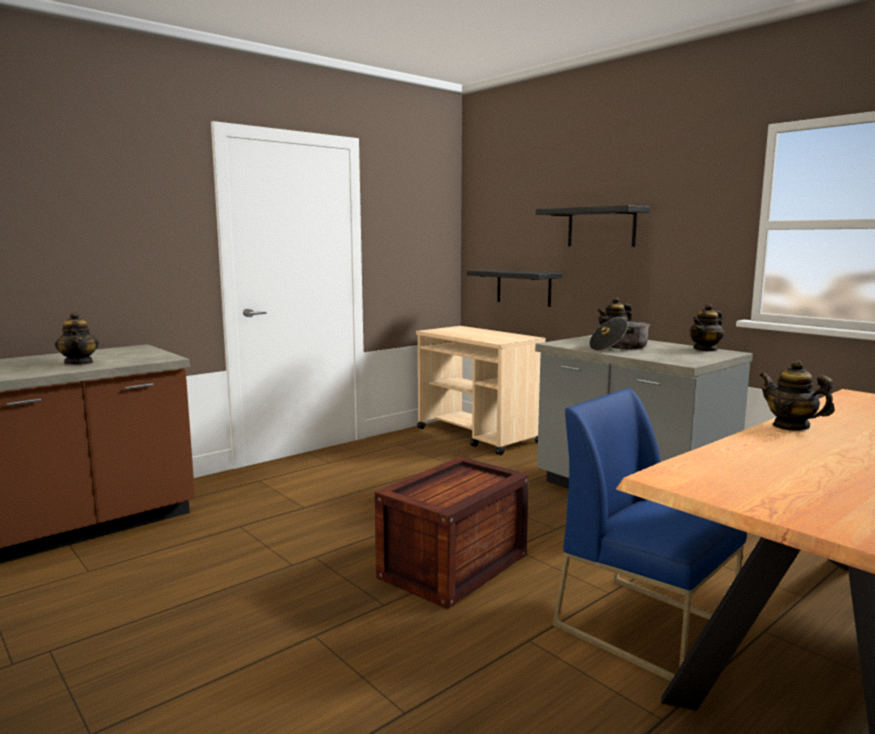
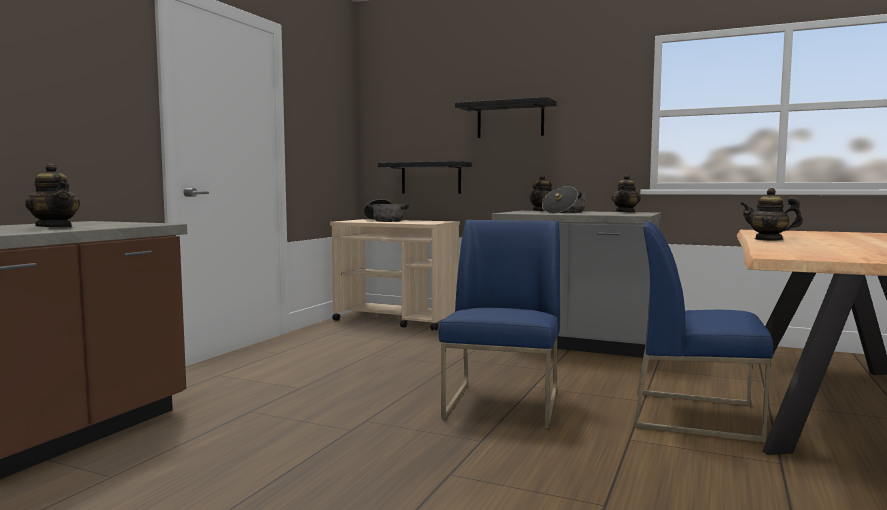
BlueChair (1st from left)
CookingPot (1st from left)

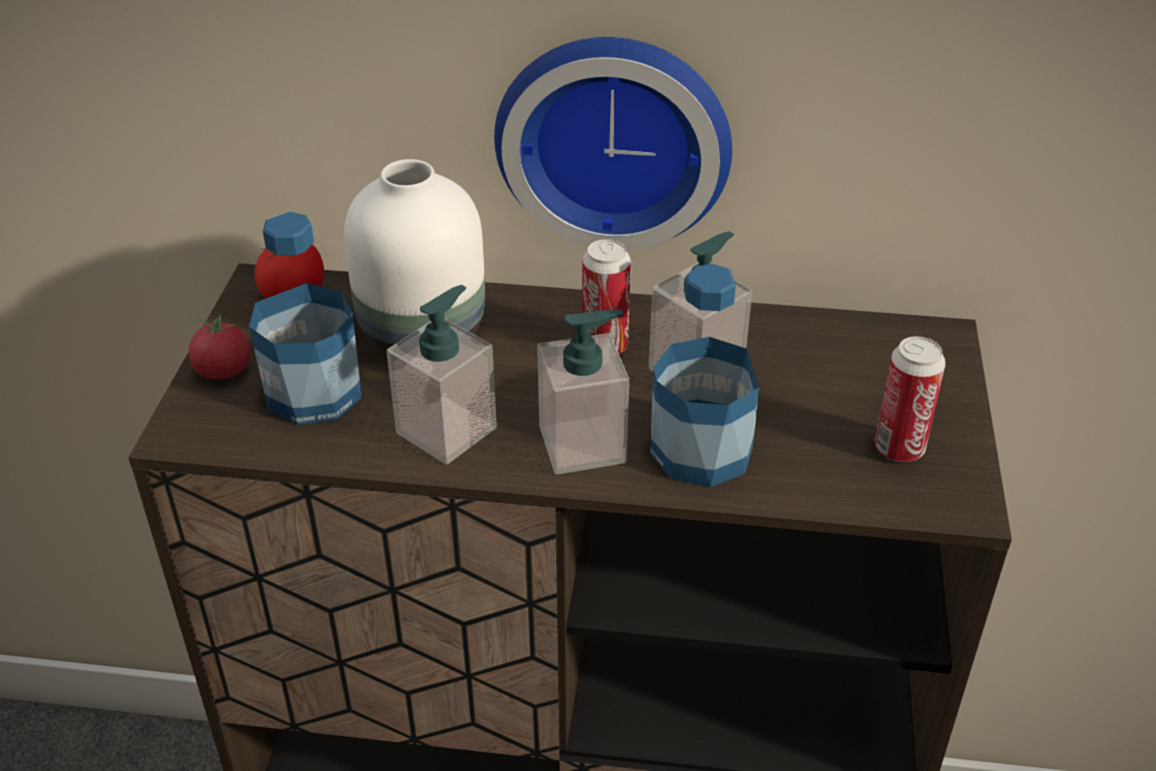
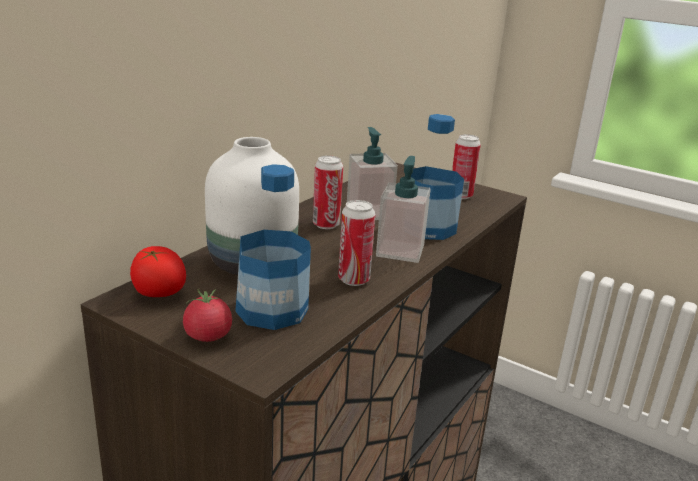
WallClock
Can (2nd from left)

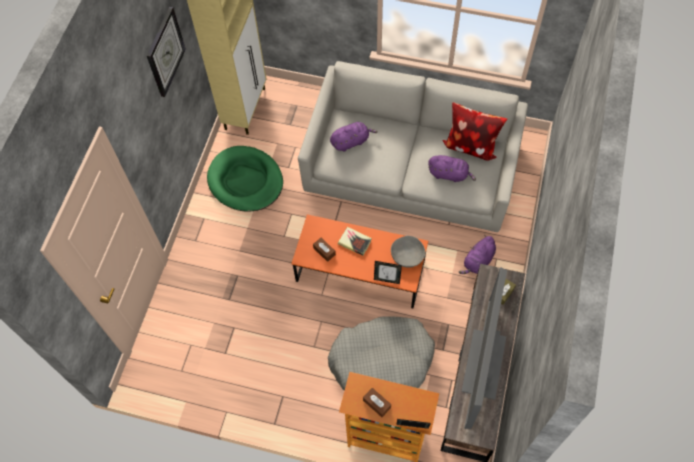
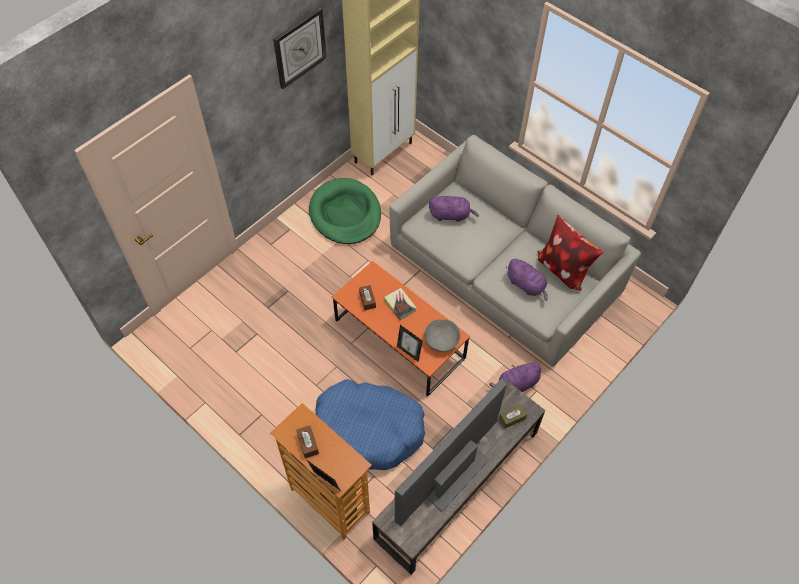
BlueDogBed

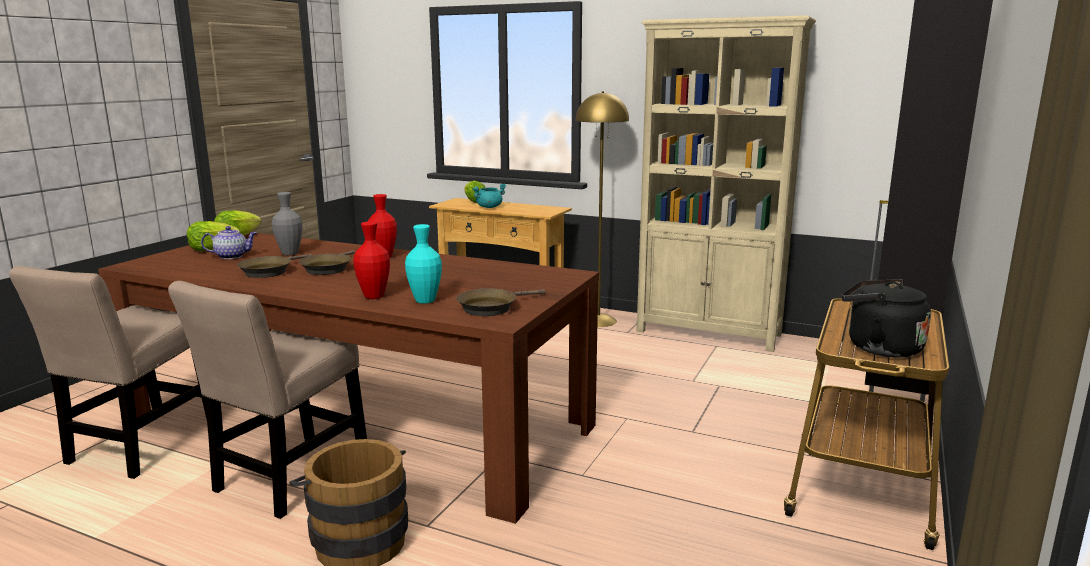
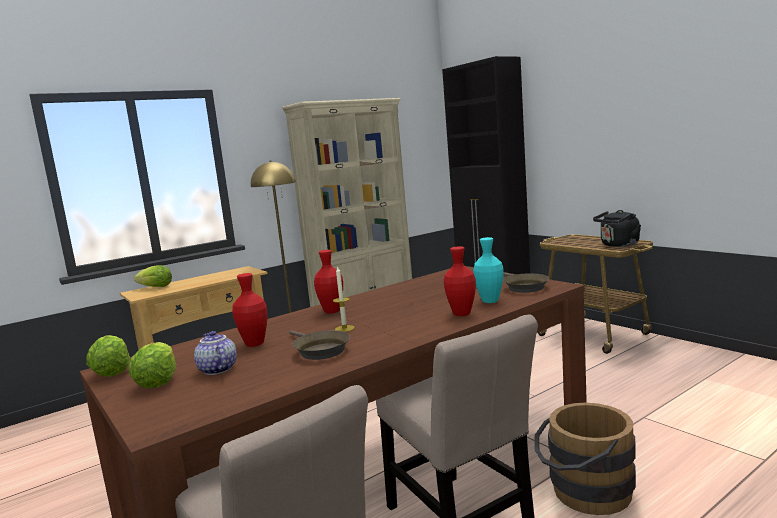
TurquoiseCookingPot
RedVase (1st from left)
Teapot
Candle

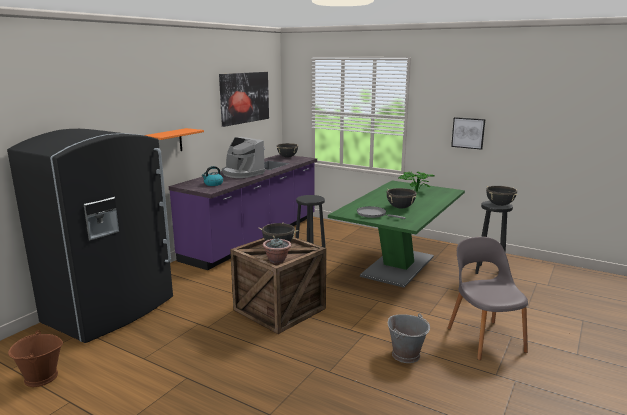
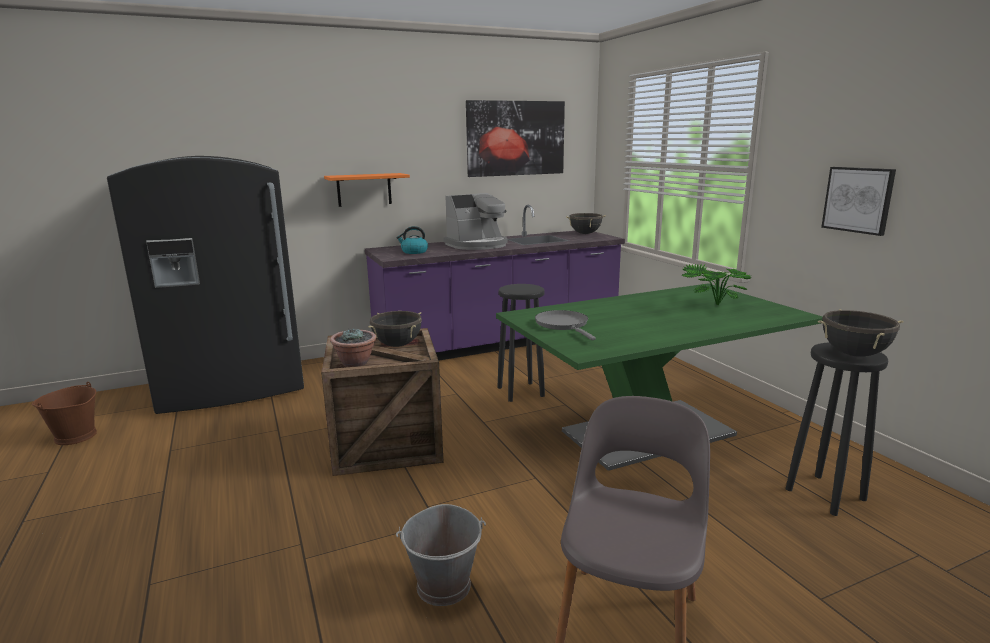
CoffeeMachine
BlackCookingPot (3rd from left in the first image)

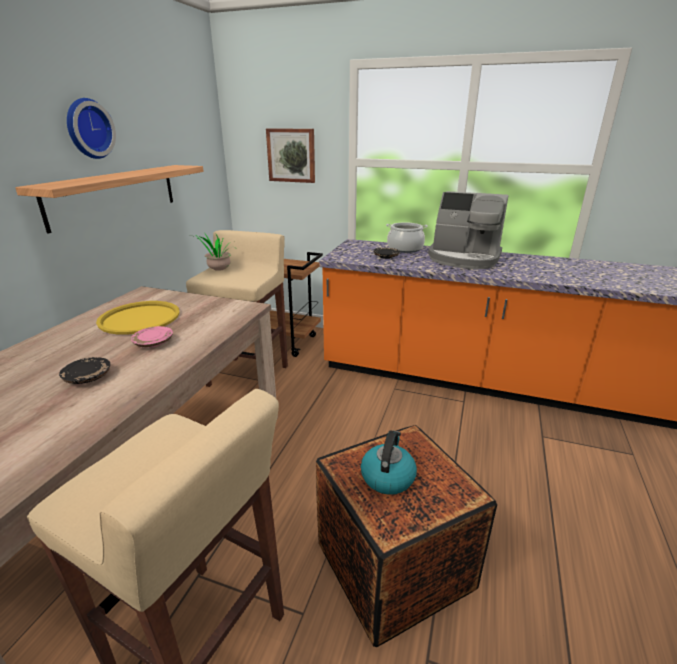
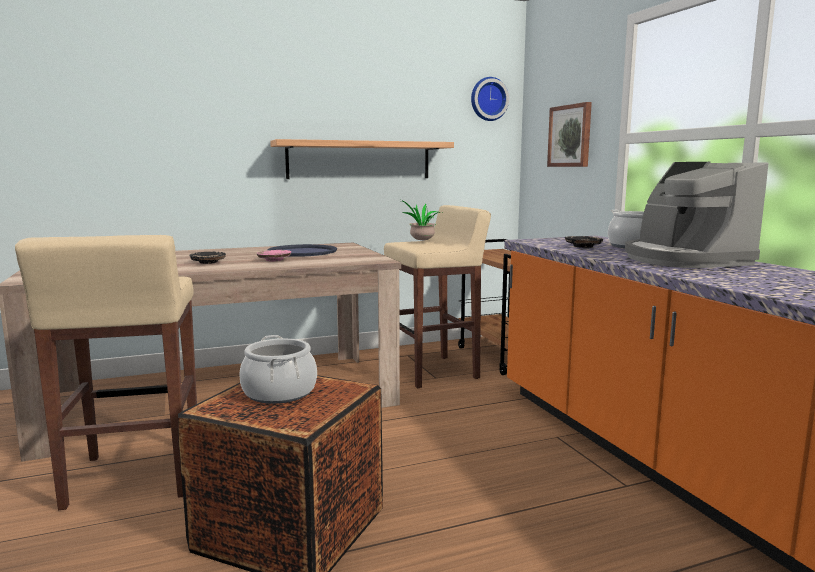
WallClock
BlueTray
CookingPot (1st from left)

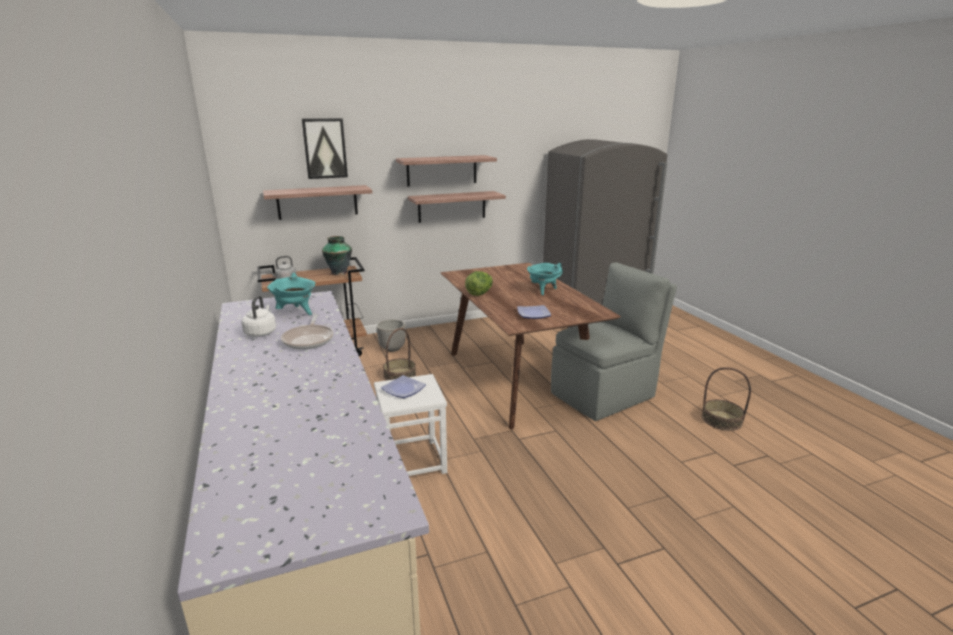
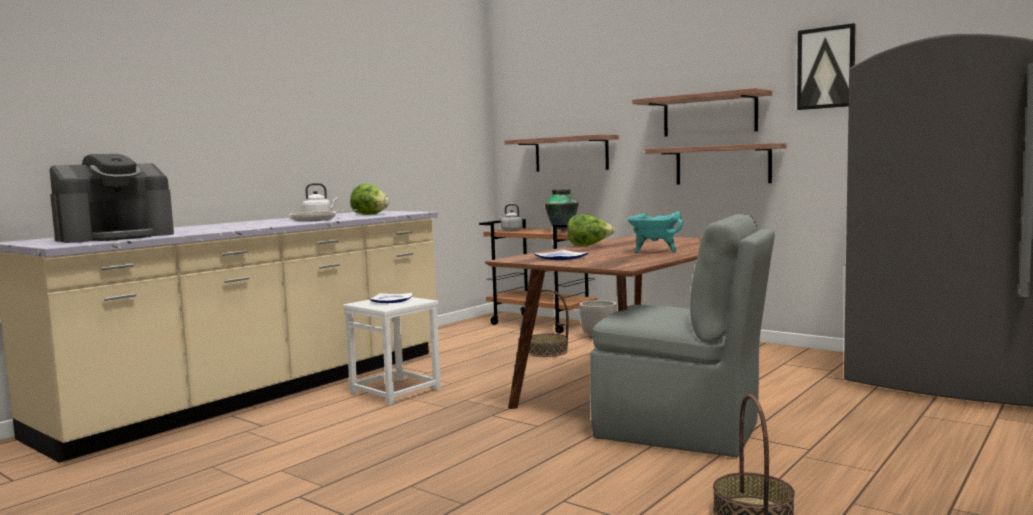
Picture
Lettuce (1st from left)
CoffeeMachine

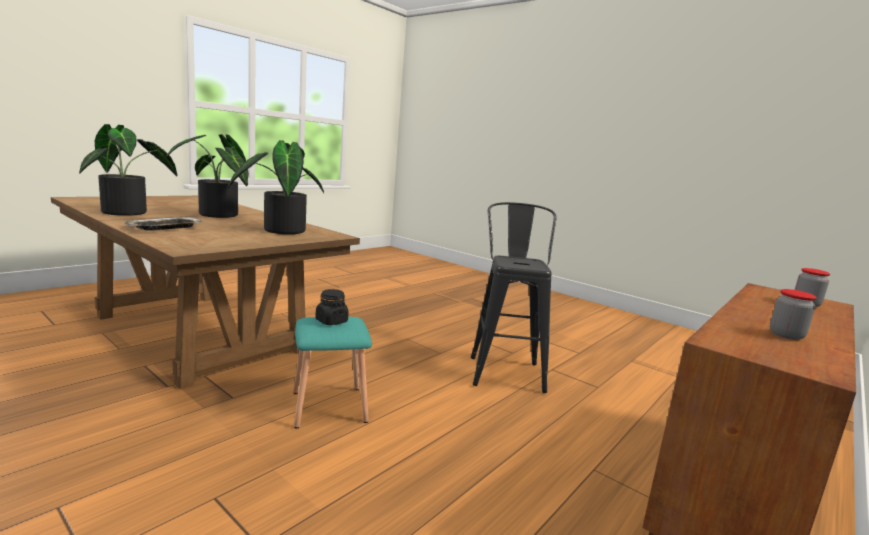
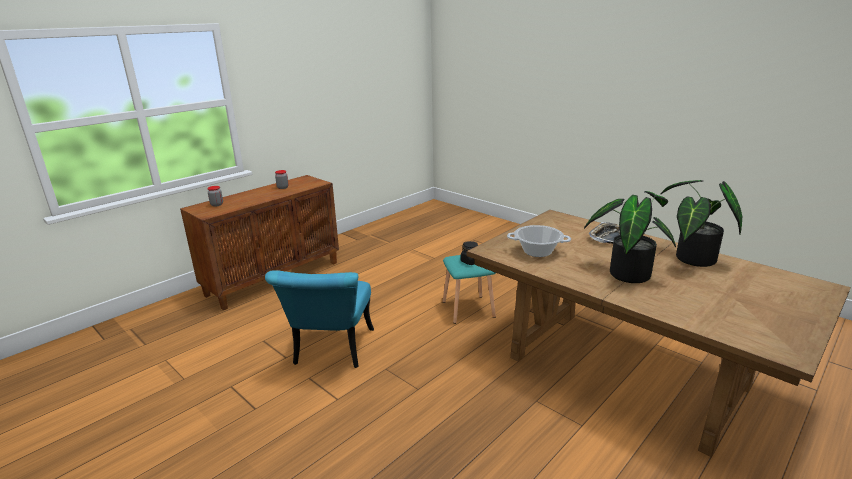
CookingPot
TurquoiseChair

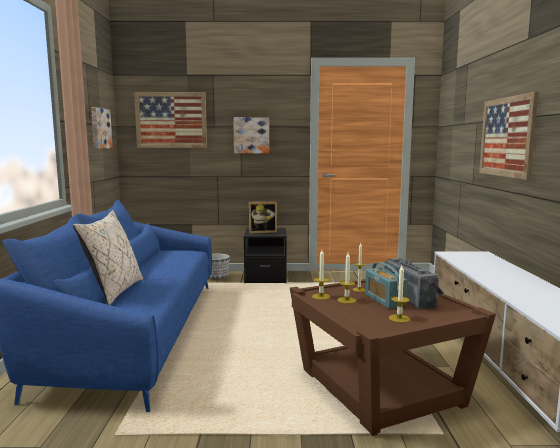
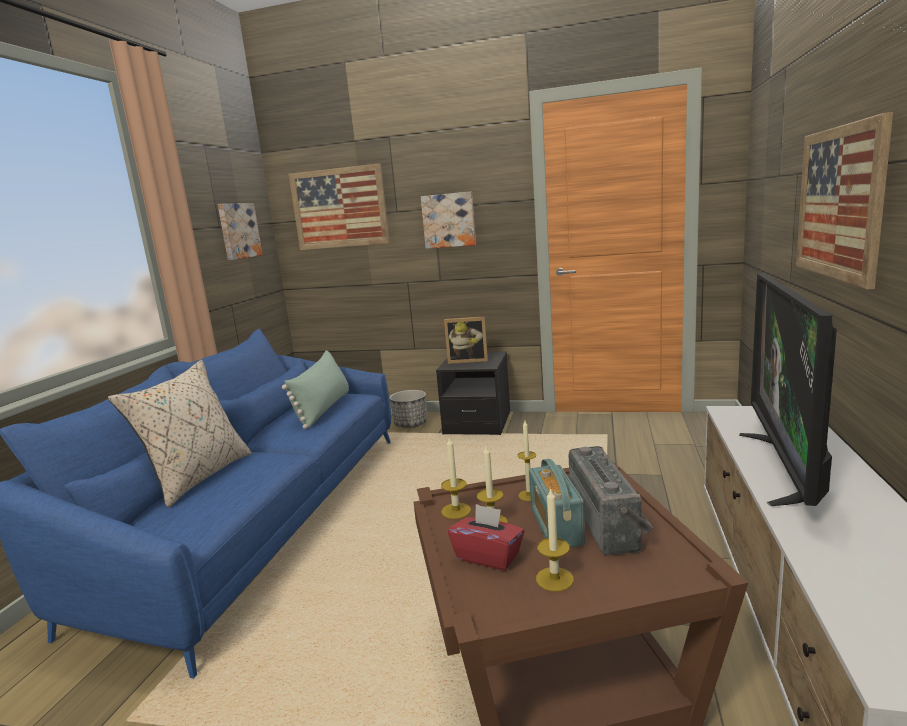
Television
GreenPillow
RedTissueBox

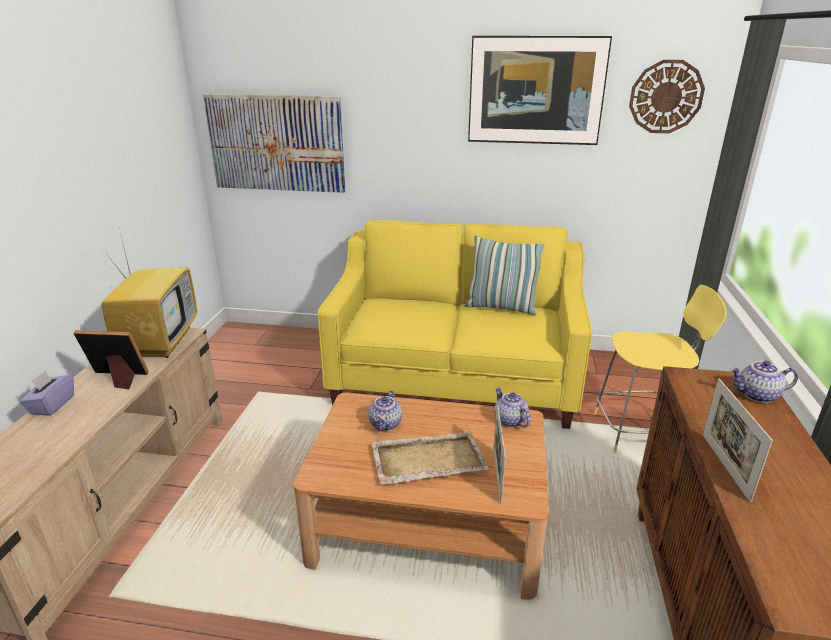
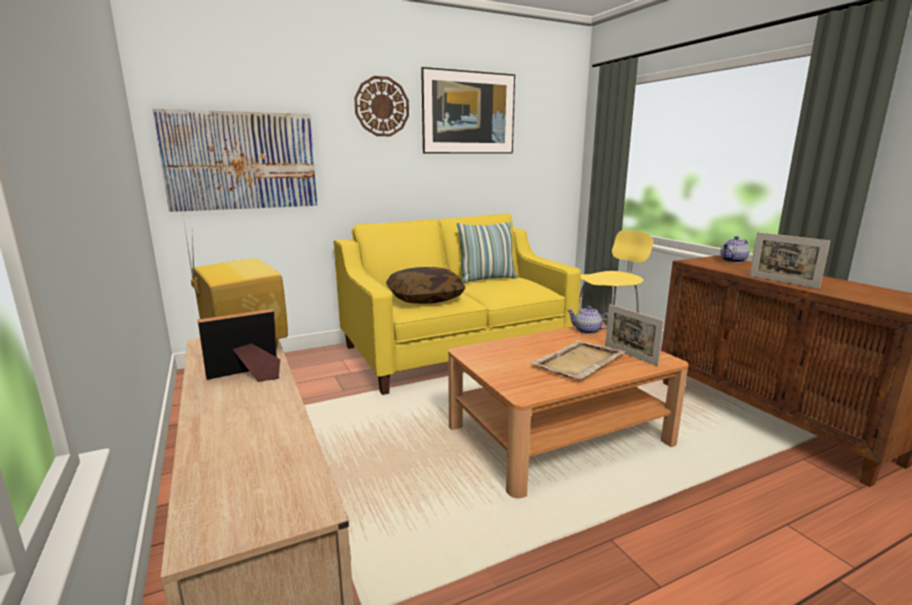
WallClock
PurpleTissueBox
Teapot (1st from left in the first image)
Pillow (1st from left)

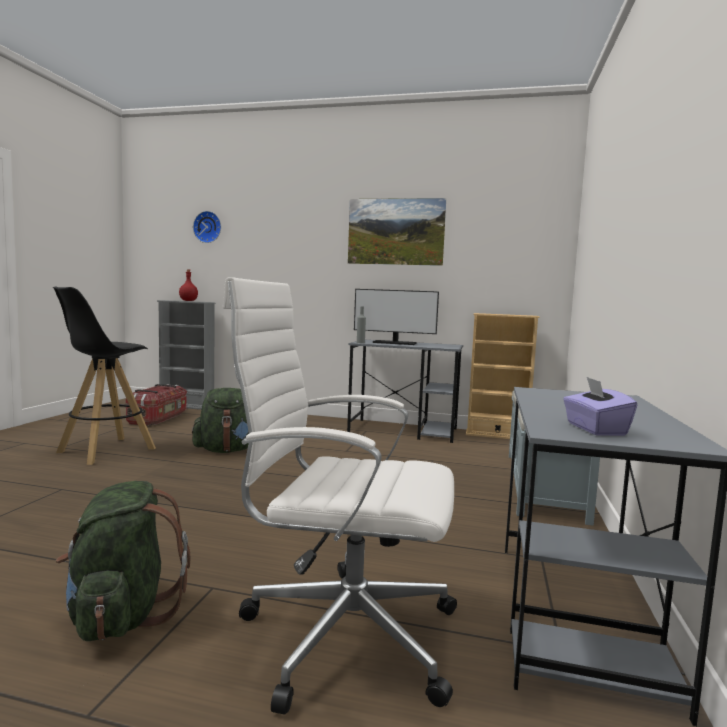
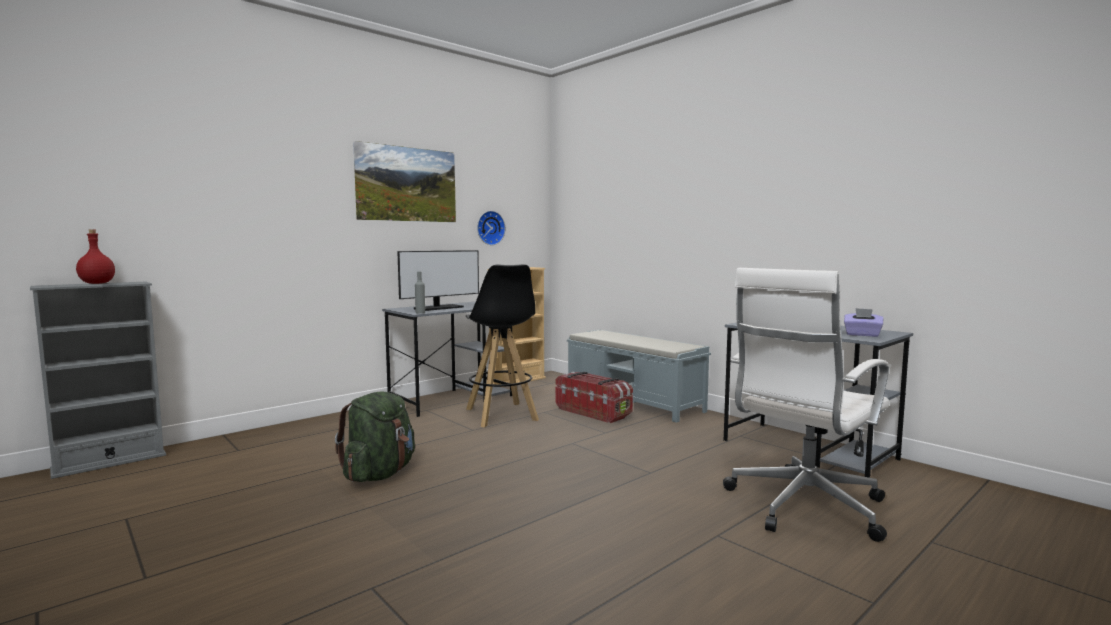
WallClock
BlackStool
StorageBox
GreenBackpack (1st from left in the first image)

